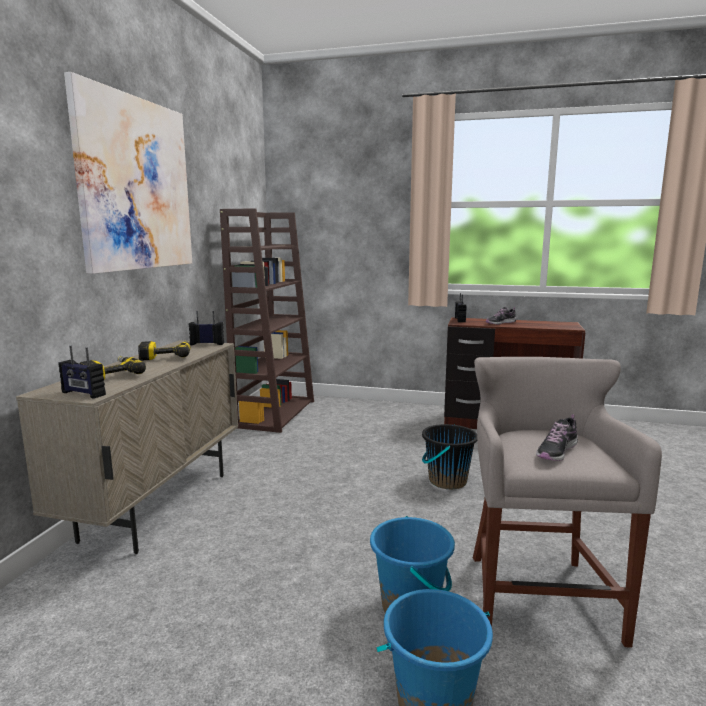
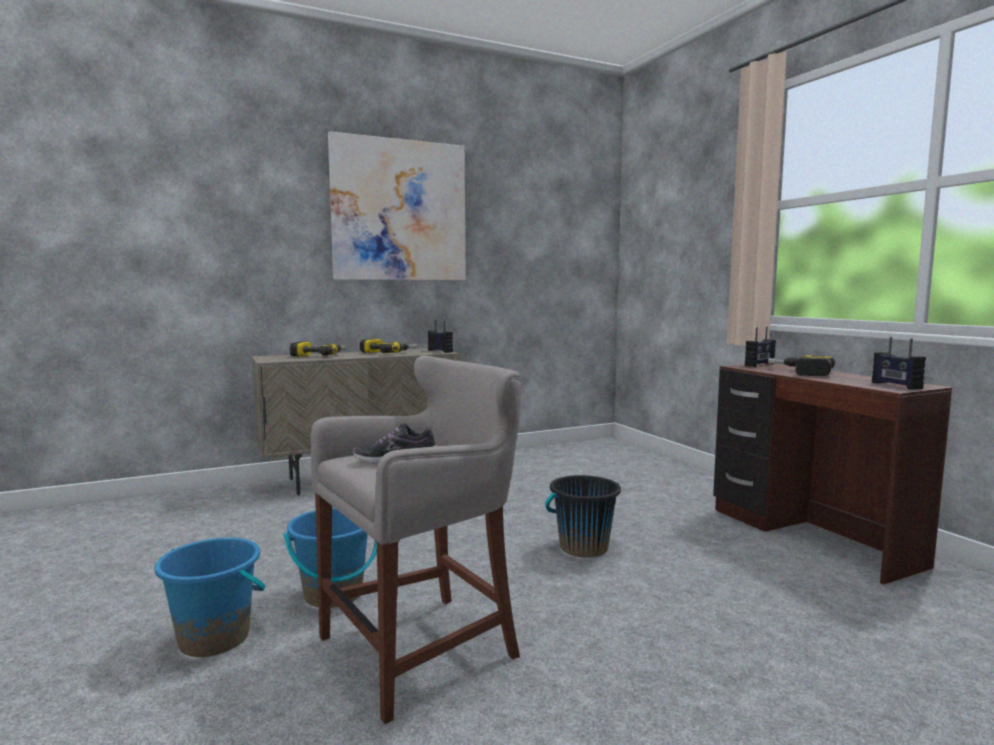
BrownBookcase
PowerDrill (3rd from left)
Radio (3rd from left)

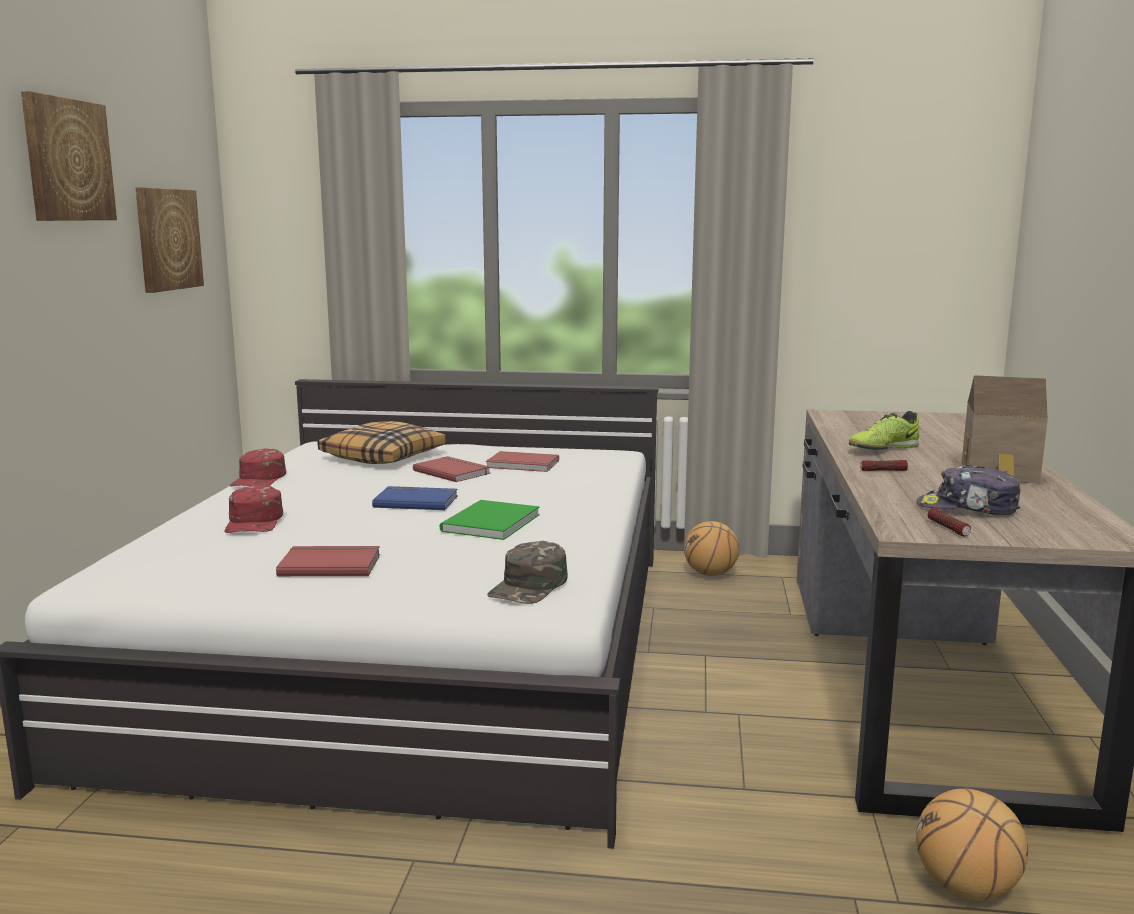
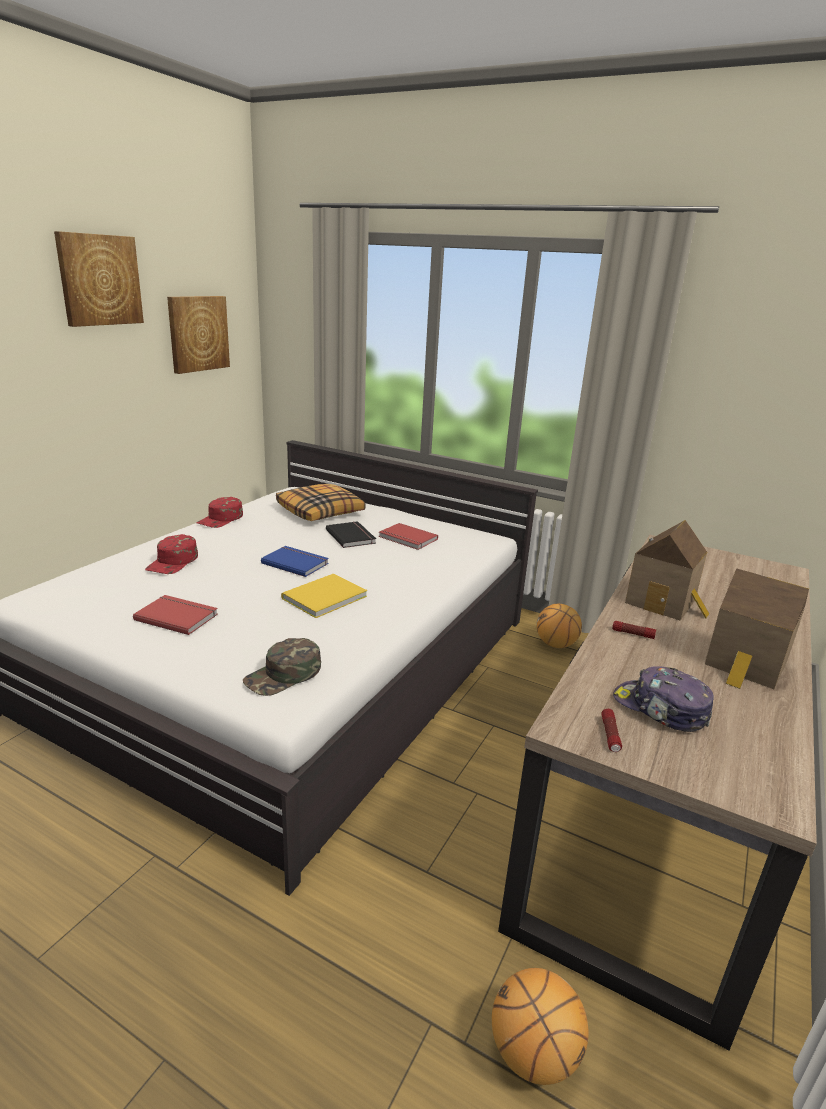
ToyHouse (1st from left)
BlackBook
YellowBook

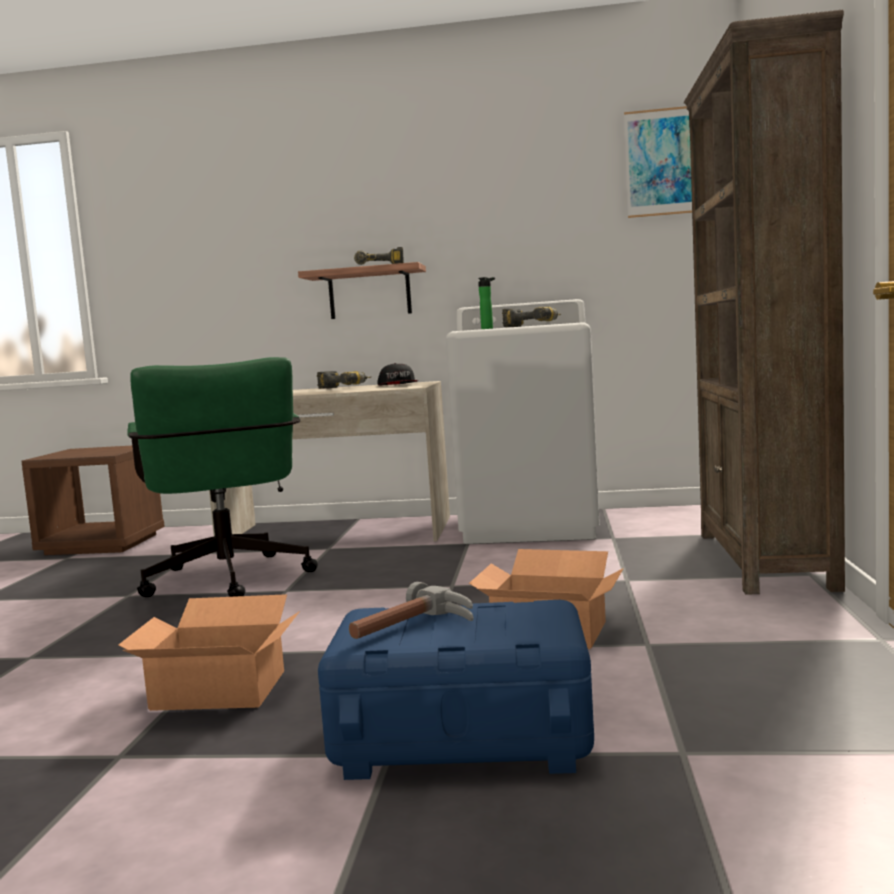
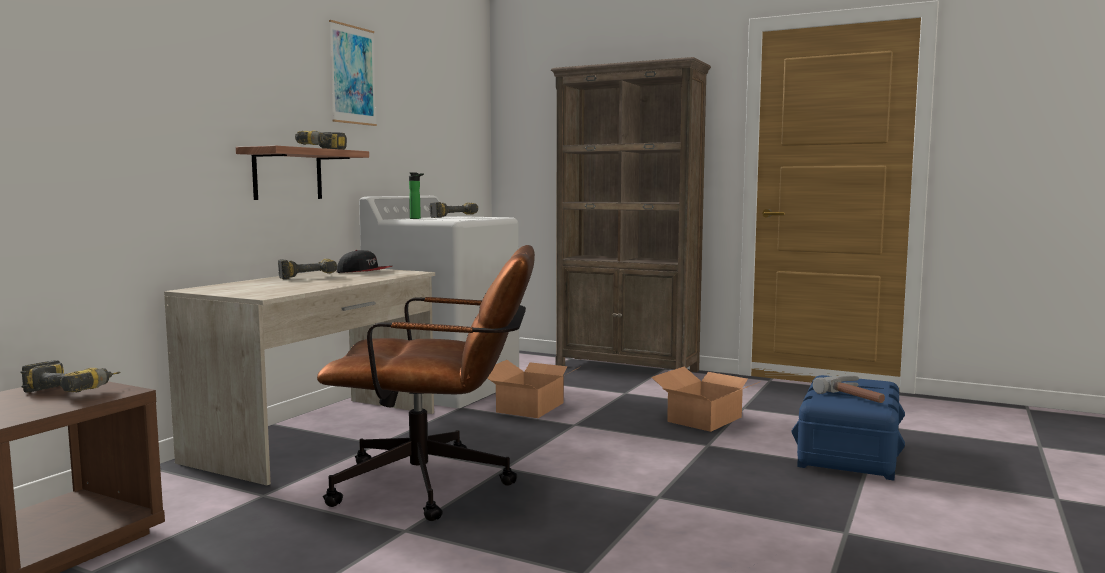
Picture
BrownOfficeChair
CardboardBox (1st from left)
PowerDrill (1st from left)

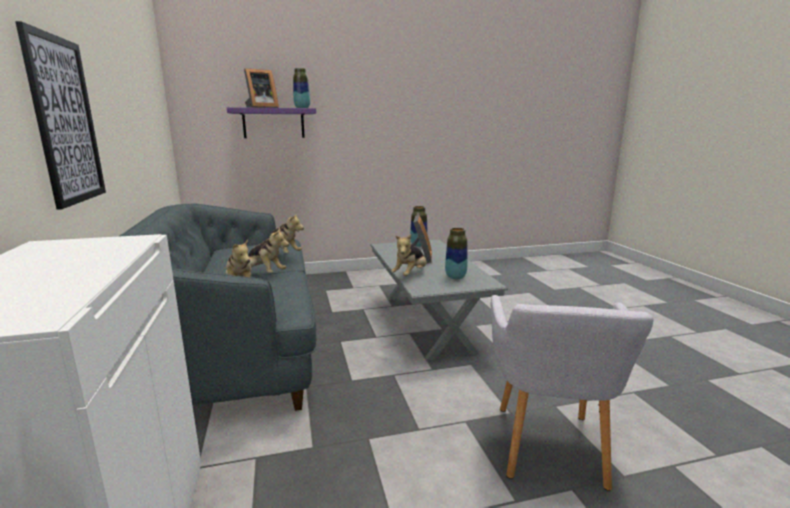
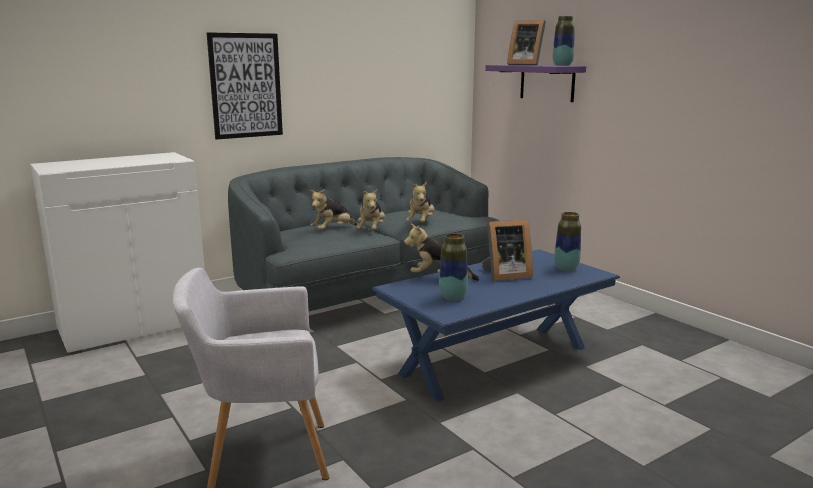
BlueCoffeeTable

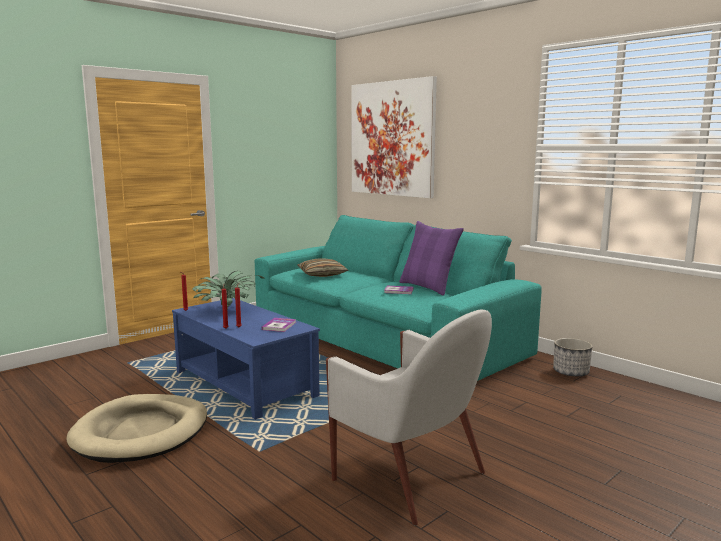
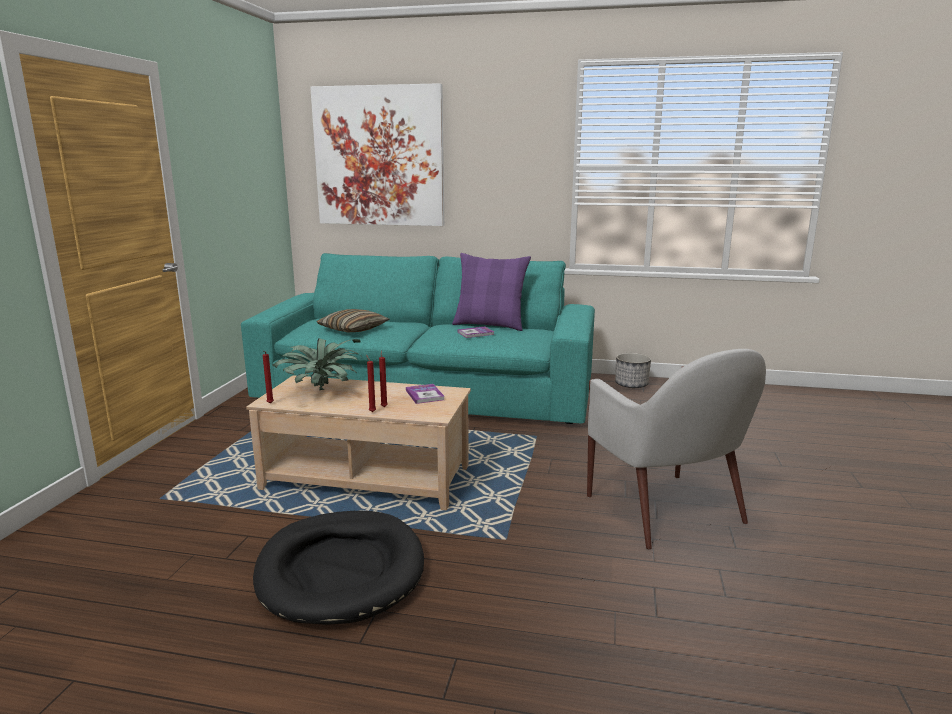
BeigeCoffeeTable
WhiteArmchair
BlackDogBed

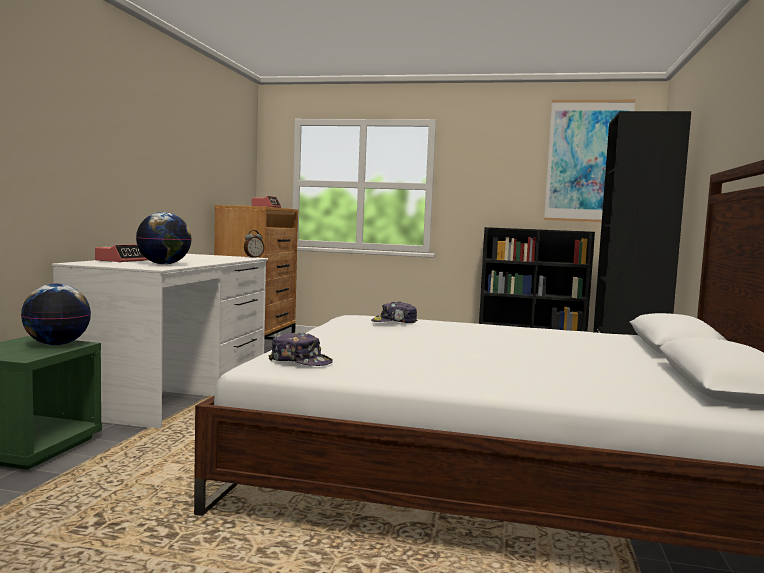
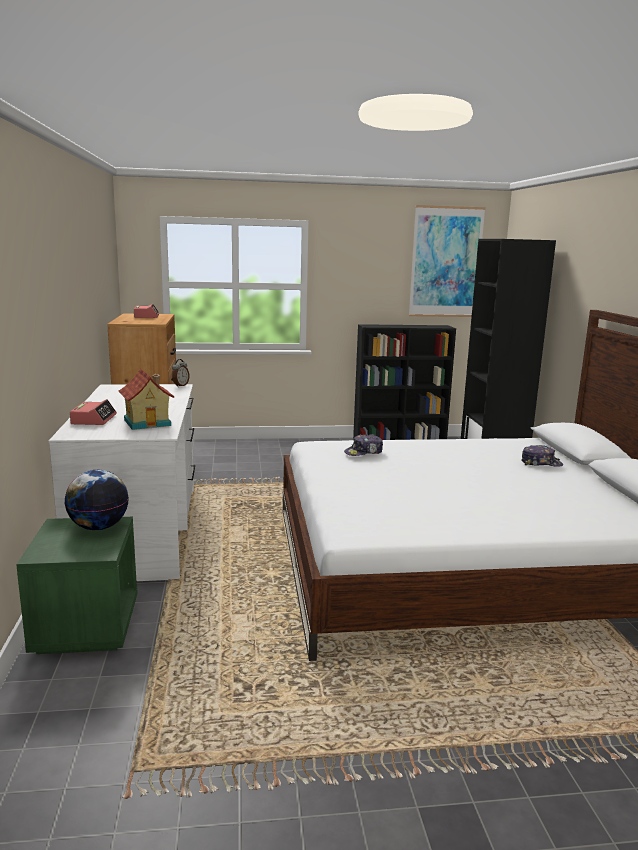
ToyHouse
Cap (2nd from left)

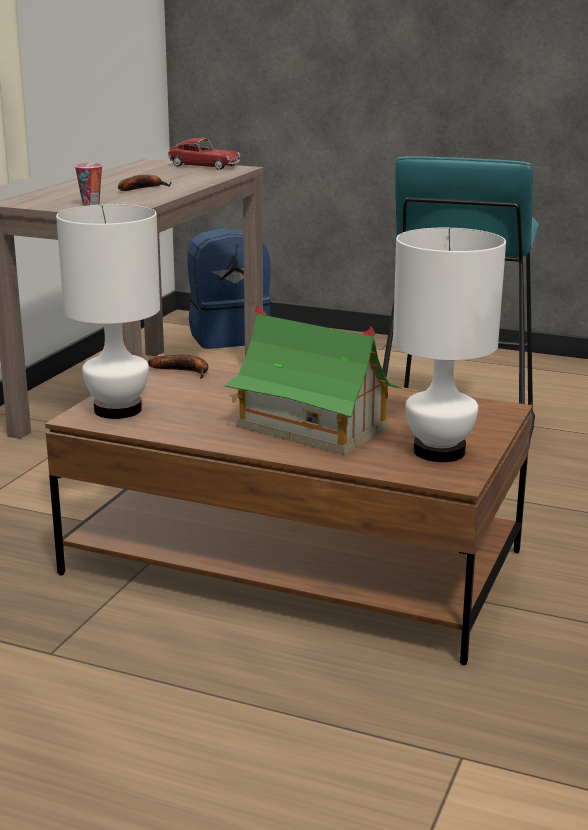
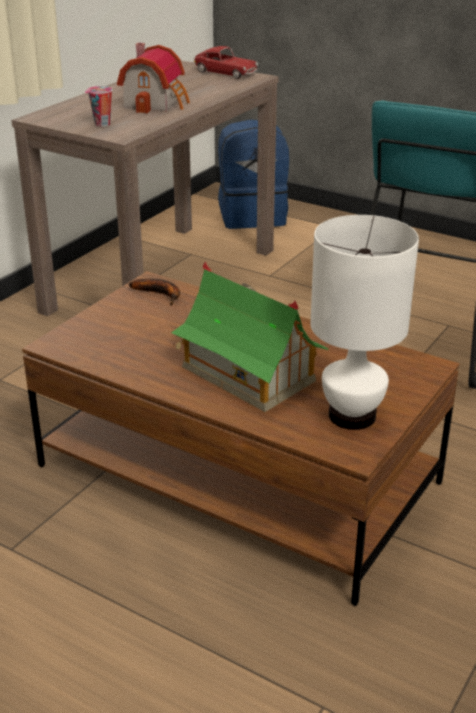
ToyHouse (1st from left)
WhiteTableLamp (1st from left in the first image)

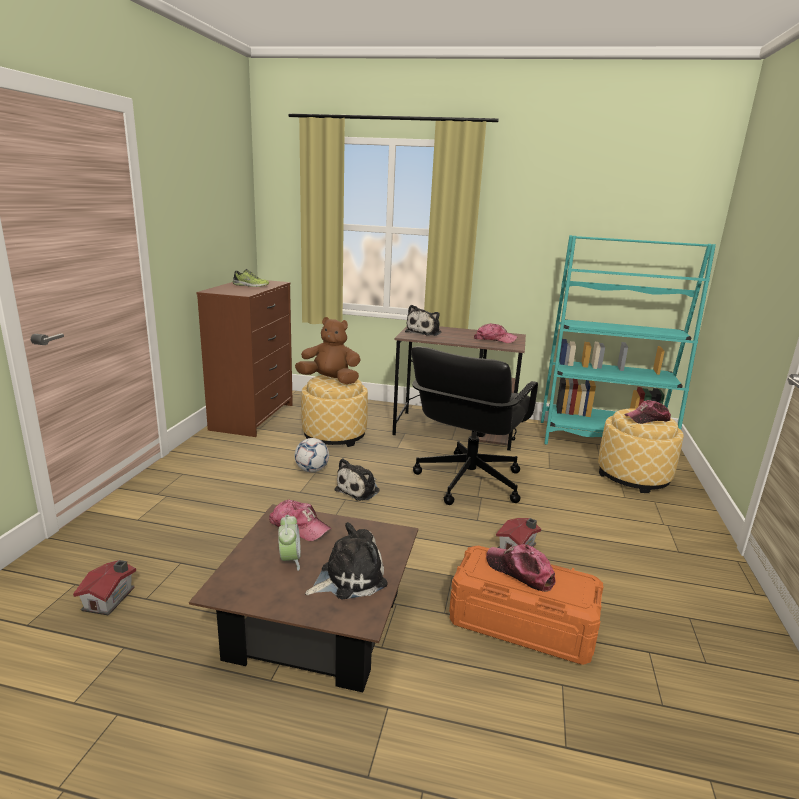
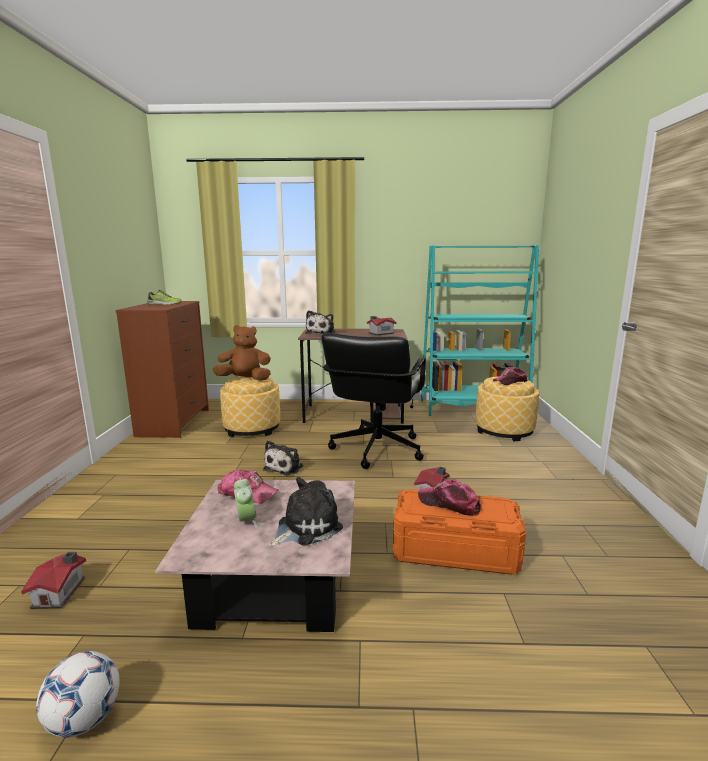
ToyHouse (2nd from left)
Football
PinkCoffeeTable

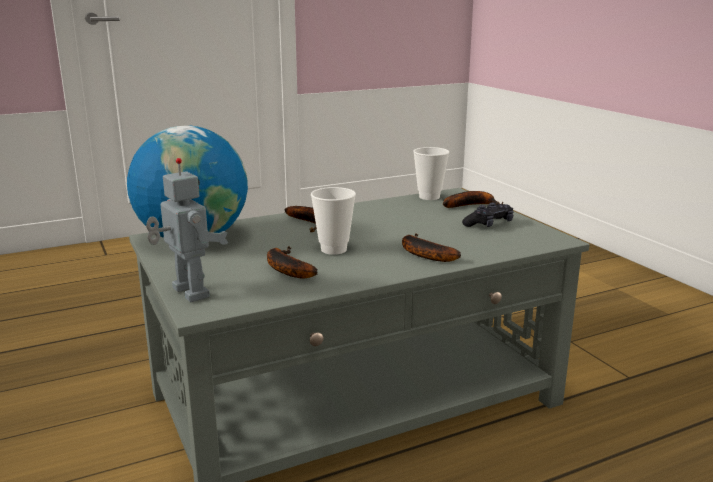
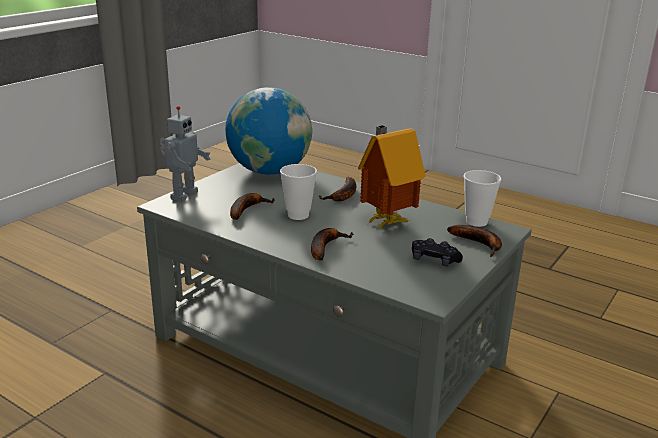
ToyHouse

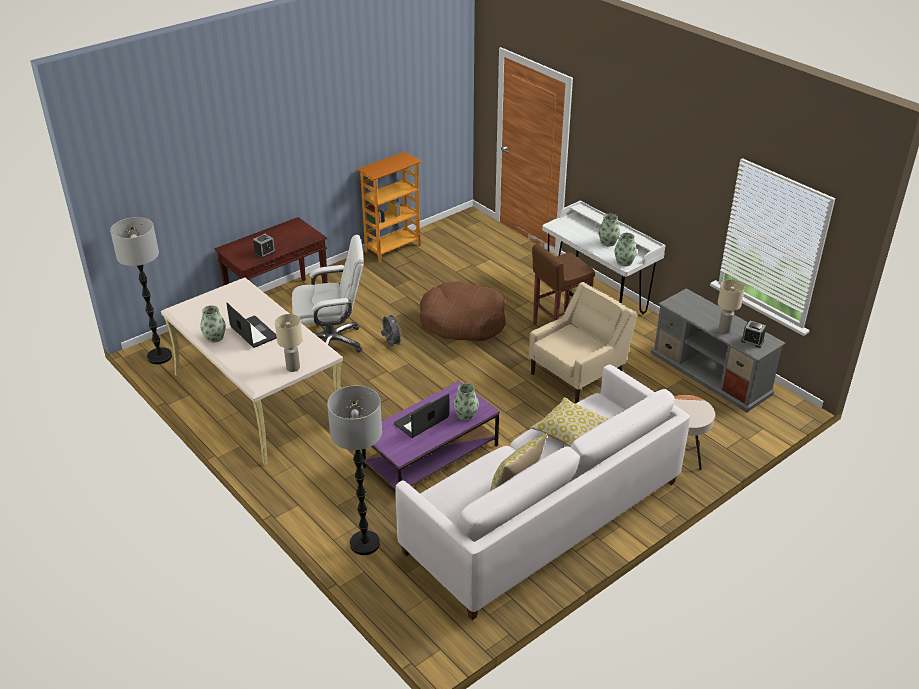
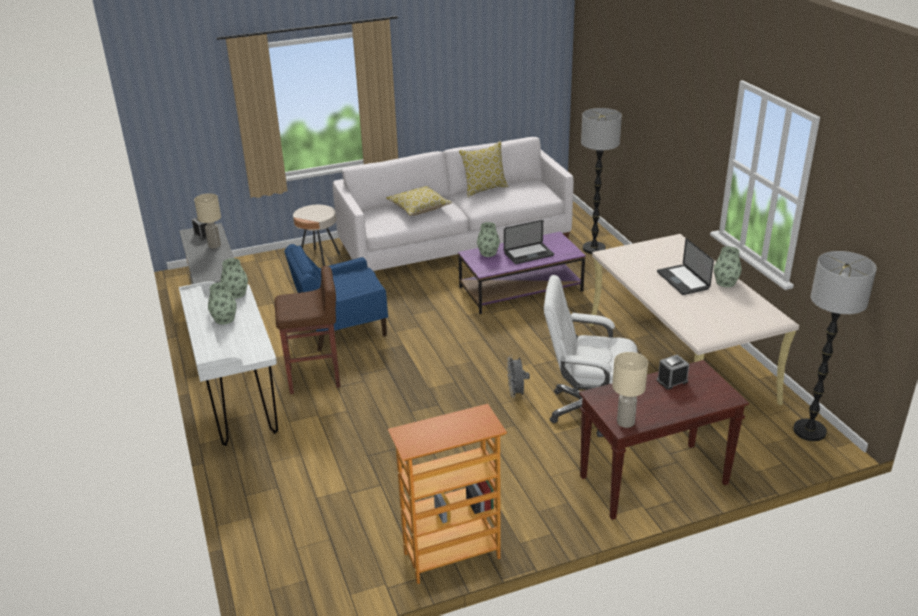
BrownDogBed
BlueArmchair
BeigeTableLamp (2nd from left)

